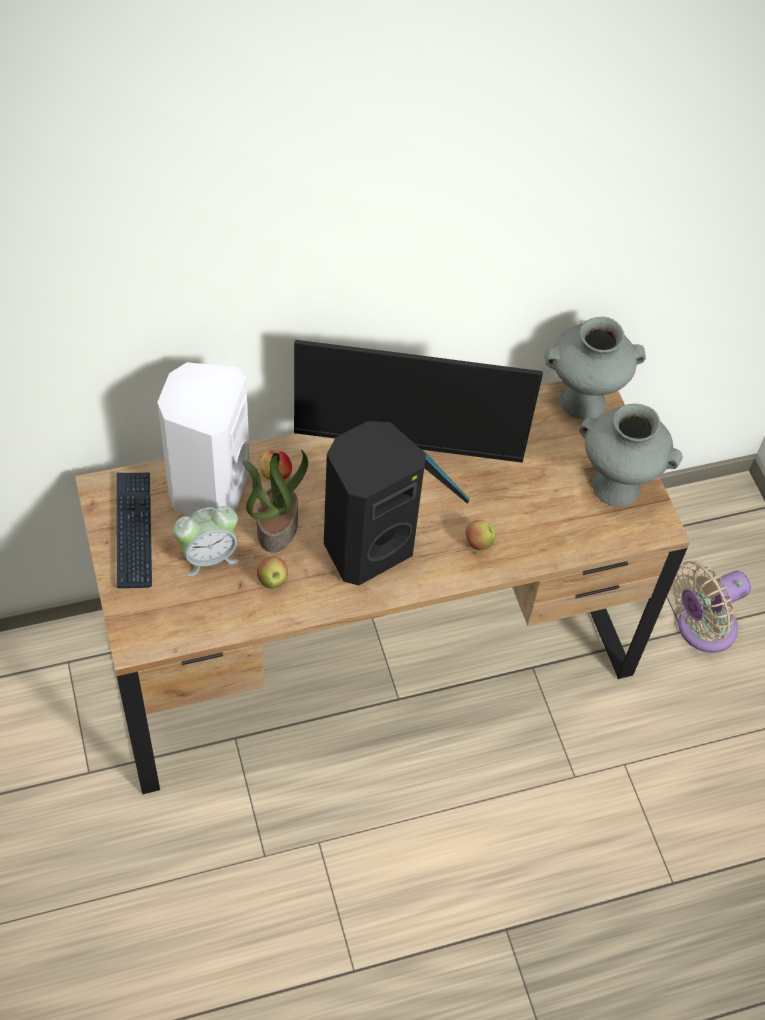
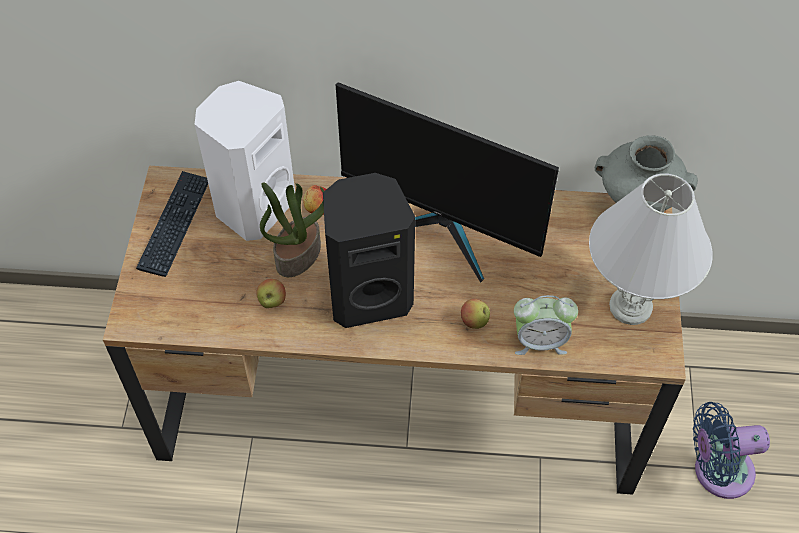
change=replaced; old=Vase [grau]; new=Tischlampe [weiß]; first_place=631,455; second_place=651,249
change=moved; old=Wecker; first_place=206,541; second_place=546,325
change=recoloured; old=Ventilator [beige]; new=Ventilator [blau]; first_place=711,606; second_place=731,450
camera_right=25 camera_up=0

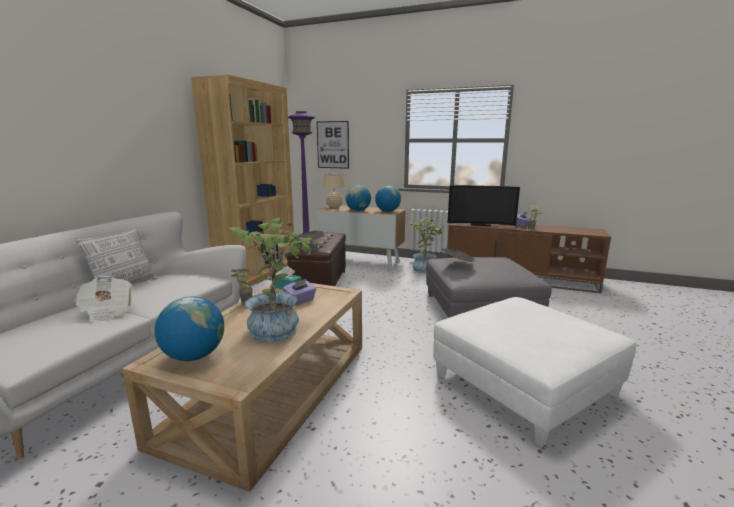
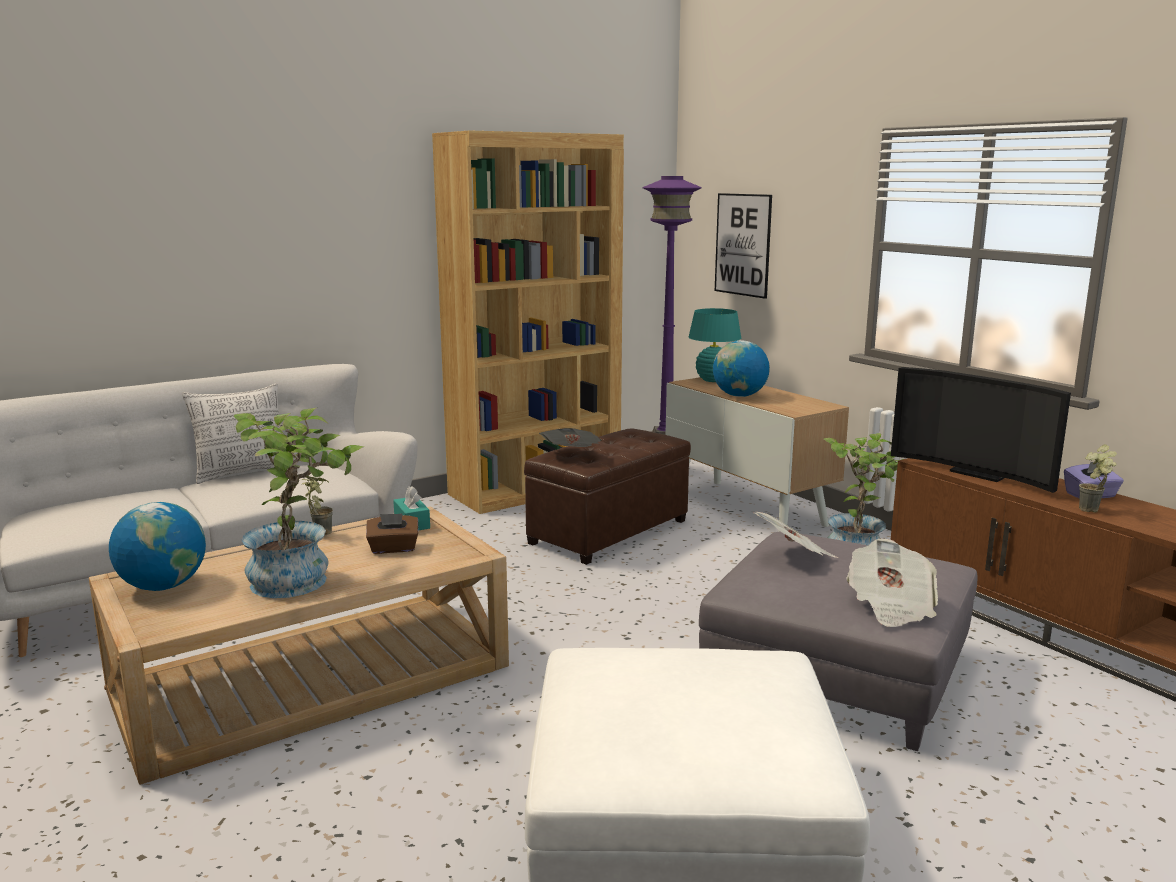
change=recoloured; old=Tischlampe [beige]; new=Tischlampe [türkis]; first_place=334,191; second_place=715,345
change=removed; old=Globus; first_place=388,199
change=moved; old=Zeitung; first_place=103,299; second_place=892,583
change=recoloured; old=Taschentuchbox [lila]; new=Taschentuchbox [braun]; first_place=299,292; second_place=392,533
camera_right=35 camera_up=0

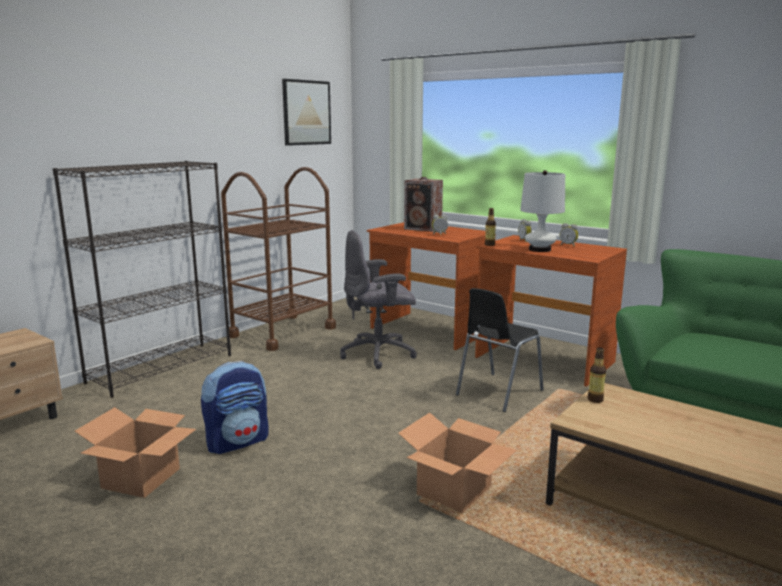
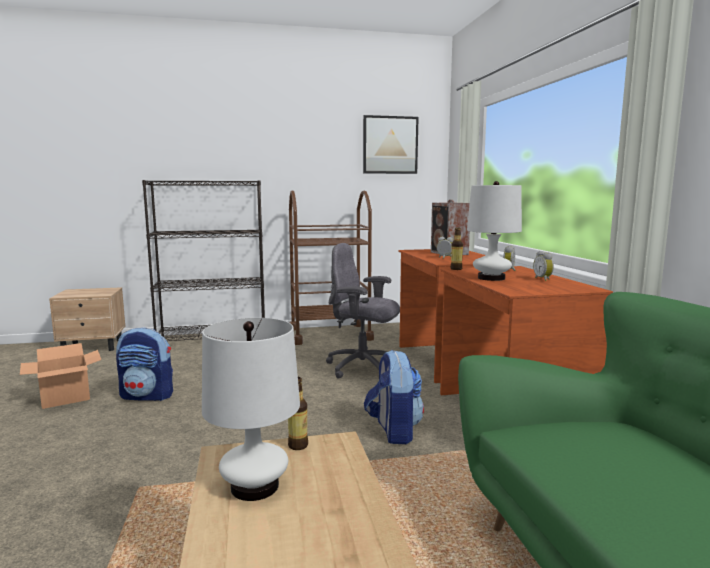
change=replaced; old=Stuhl [schwarz]; new=Rucksack; first_place=500,350; second_place=394,397
change=removed; old=Karton; first_place=457,462
change=added; new=Tischlampe [weiß]; second_place=251,409
camera_right=40 camera_up=-5

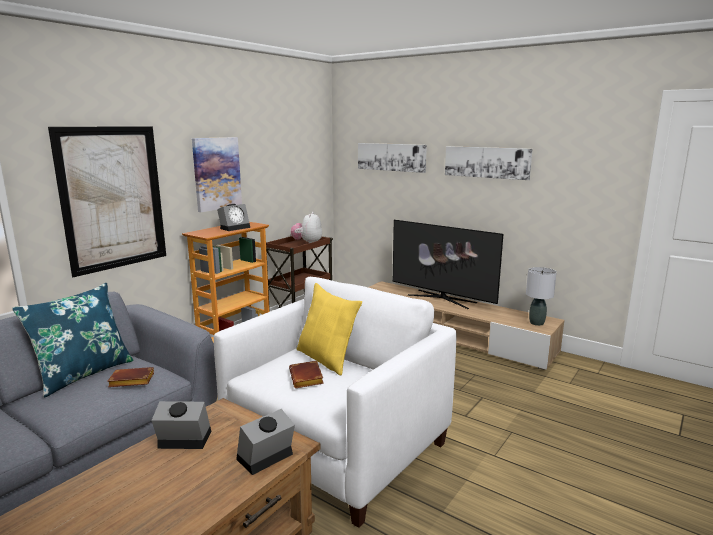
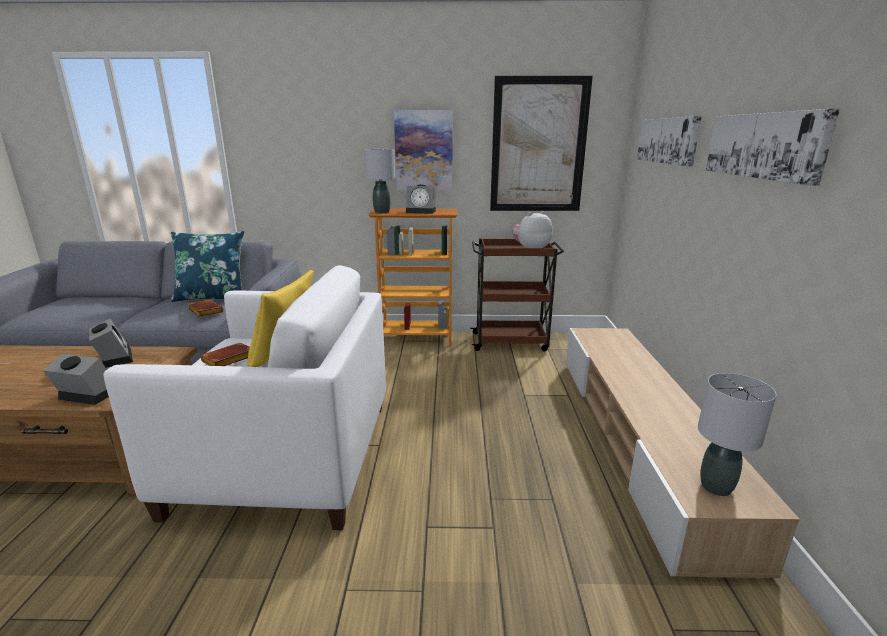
change=moved; old=Bild; first_place=107,201; second_place=541,143
change=removed; old=Fernseher; first_place=448,264
change=added; new=Tischlampe [grau]; second_place=379,181
camera_right=55 camera_up=5

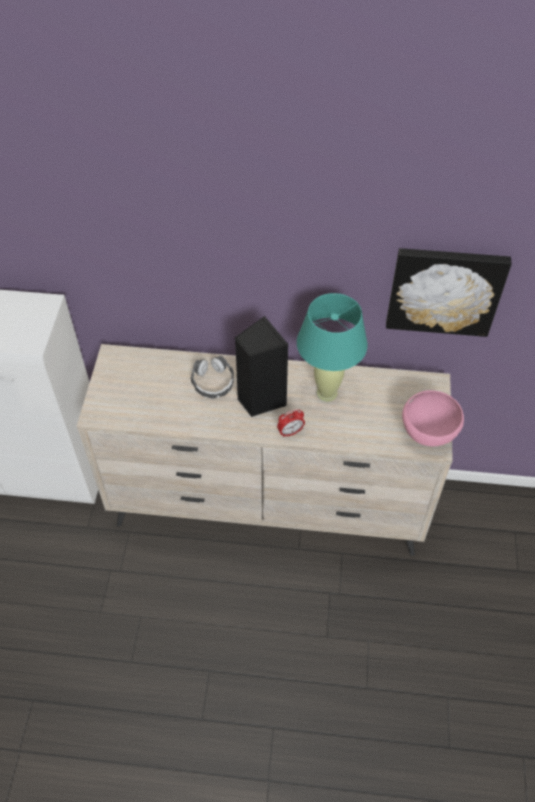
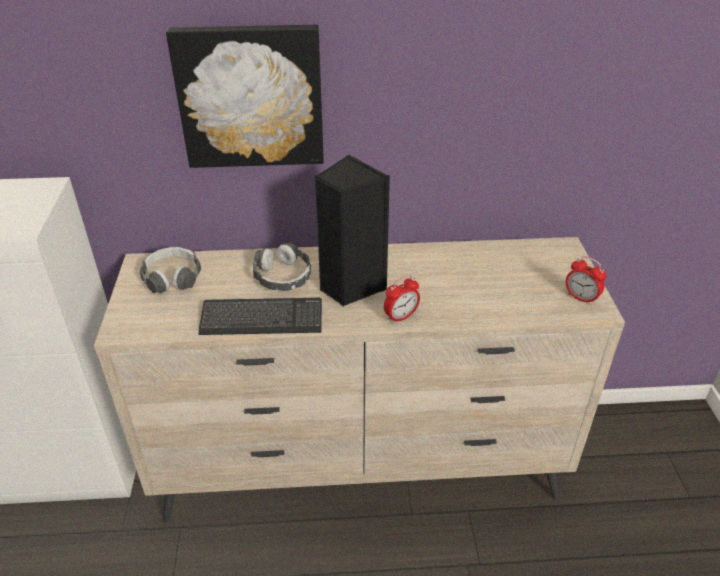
change=moved; old=Bild; first_place=449,292; second_place=245,96
change=removed; old=Tischlampe [türkis]; first_place=332,347
change=replaced; old=Schüssel [rosa]; new=Wecker; first_place=433,418; second_place=586,280
change=added; new=Kopfhörer; second_place=170,270
change=added; new=Tastatur; second_place=260,316
camera_right=-10 camera_up=-15

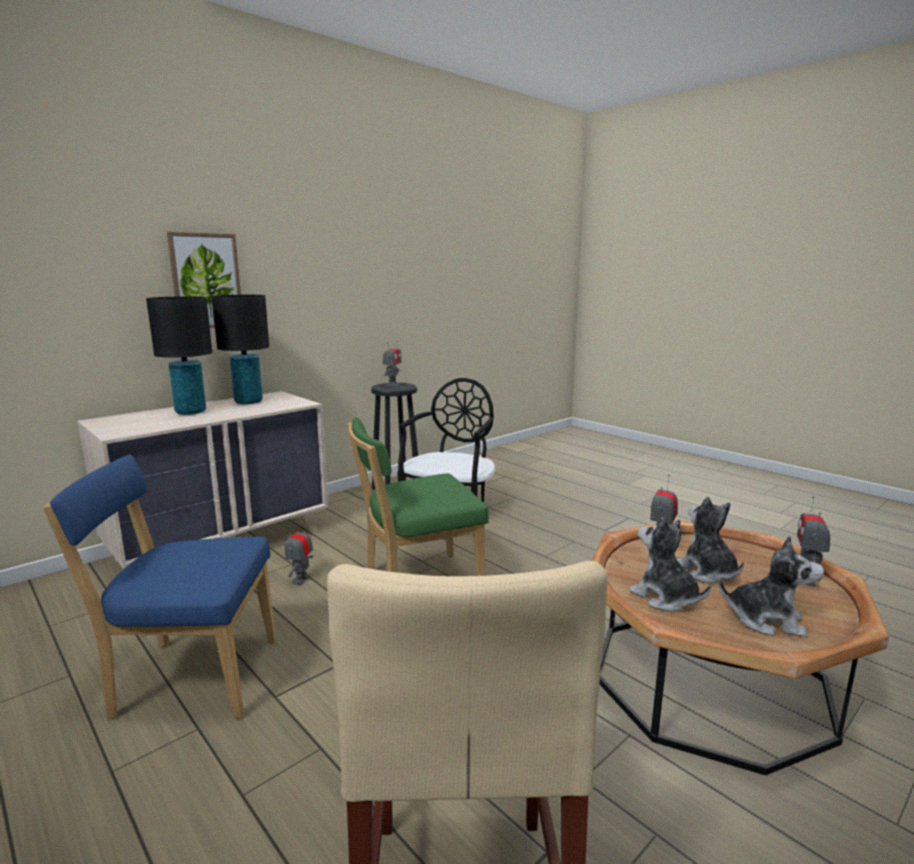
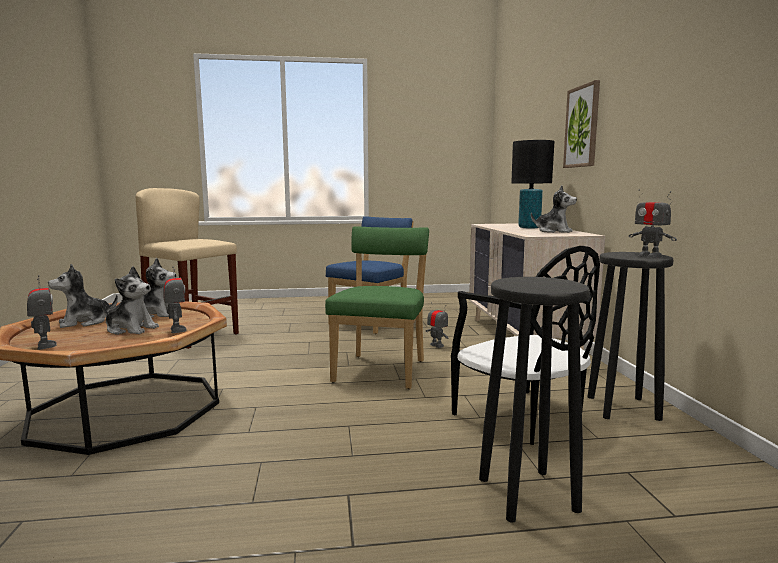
change=replaced; old=Tischlampe [schwarz]; new=Plüschtier; first_place=240,349; second_place=554,209
change=added; new=Hocker [schwarz]; second_place=534,400
camera_right=125 camera_up=-5

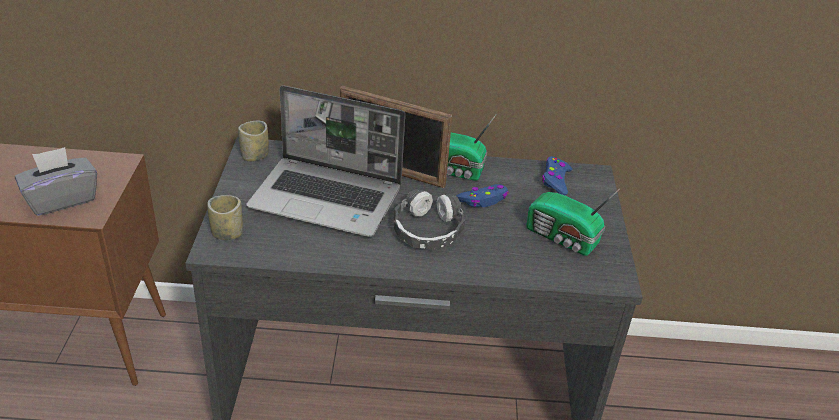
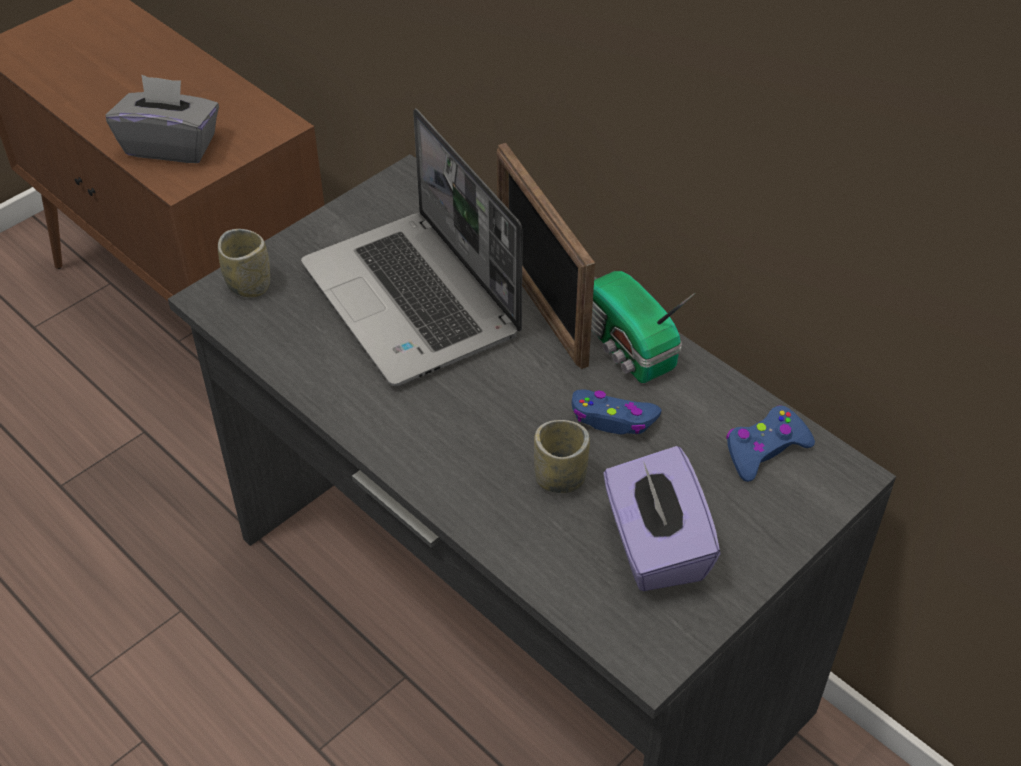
change=moved; old=Tasse; first_place=253,141; second_place=562,456
change=removed; old=Kopfhörer; first_place=429,219
change=replaced; old=Radio; new=Taschentuchbox [lila]; first_place=573,222; second_place=662,518
camera_right=45 camera_up=10

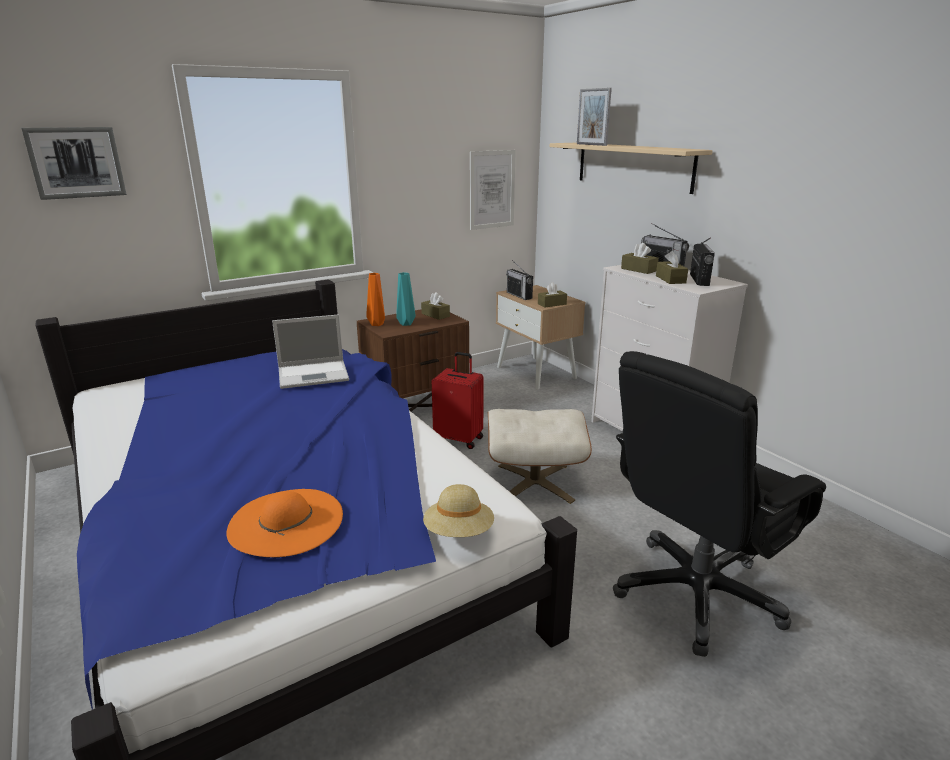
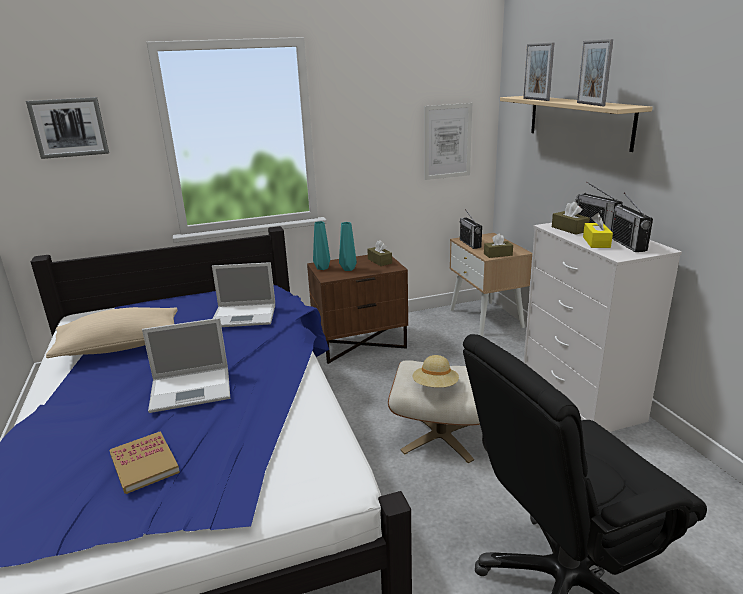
change=turned; old=Radio; first_place=702,261; second_place=632,222; degrees=150
change=recoloured; old=Taschentuchbox [braun]; new=Taschentuchbox [gelb]; first_place=672,267; second_place=598,230
change=recoloured; old=Vase [orange]; new=Vase [türkis]; first_place=375,299; second_place=321,245
change=removed; old=Koffer [rot]; first_place=458,400
change=moved; old=Hut [beige]; first_place=458,510; second_place=435,371
change=replaced; old=Hut [orange]; new=Buch; first_place=285,523; second_place=144,462
change=added; new=Bilderrahmen; second_place=595,72
change=added; new=Kissen [beige]; second_place=112,332
change=added; new=Laptop; second_place=186,365
camera_right=15 camera_up=0

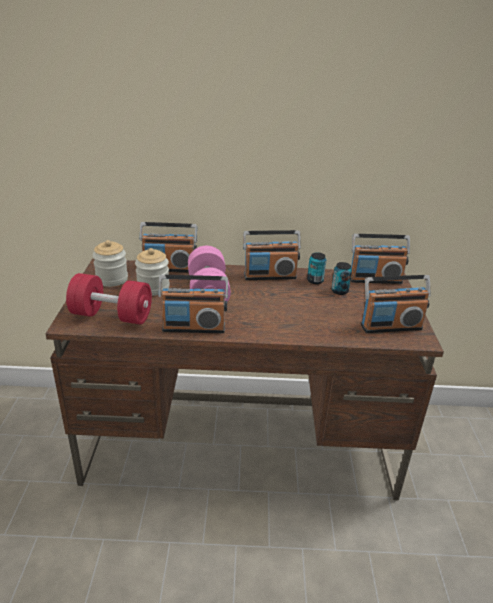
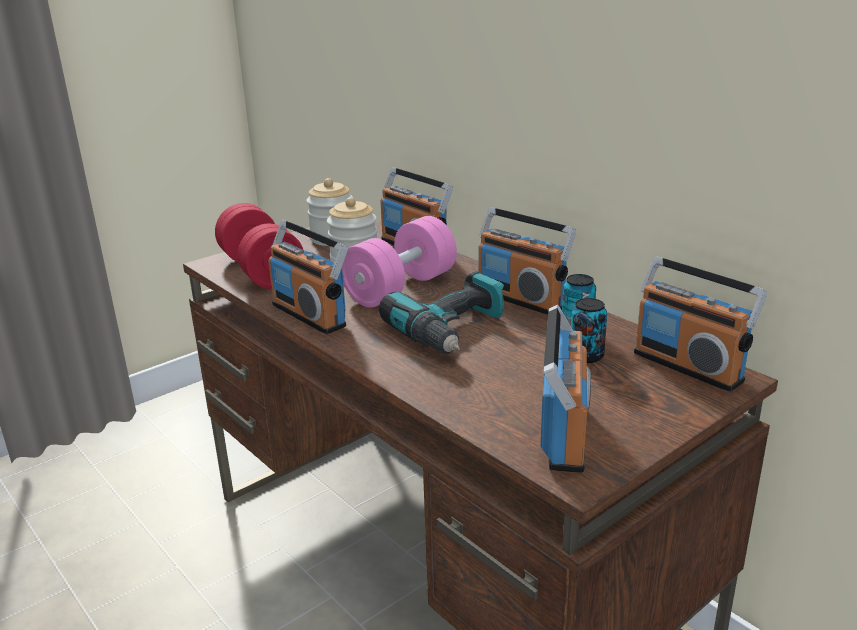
change=turned; old=Radio; first_place=396,304; second_place=566,389; degrees=-120
change=added; new=Bohrmaschine; second_place=441,312
camera_right=50 camera_up=-5

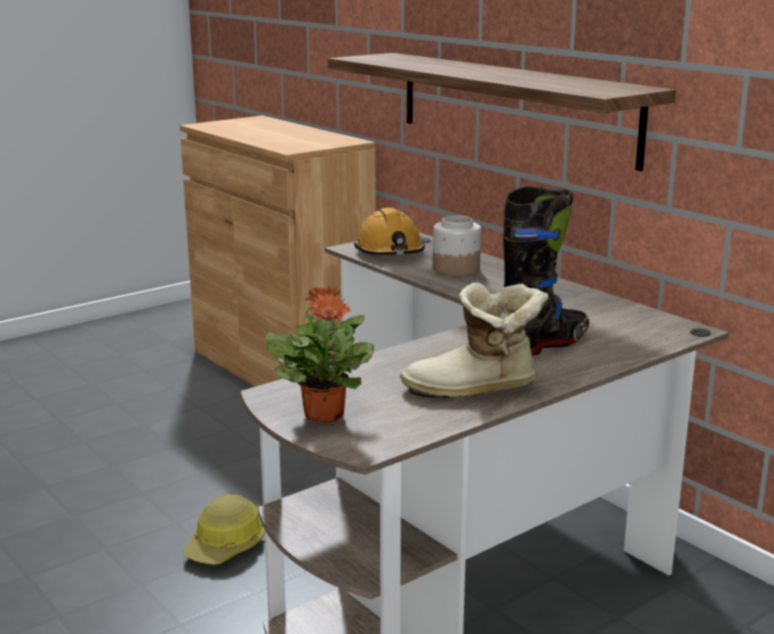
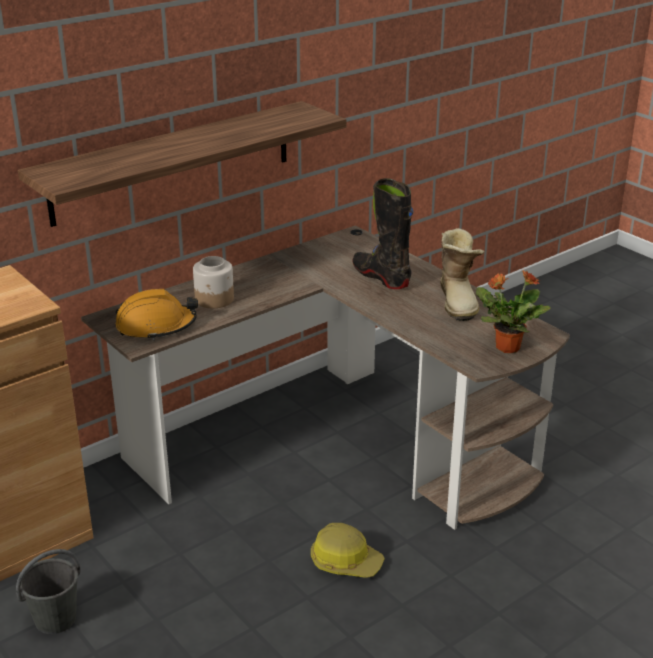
change=added; new=Eimer [grau]; second_place=48,591
camera_right=-90 camera_up=10

